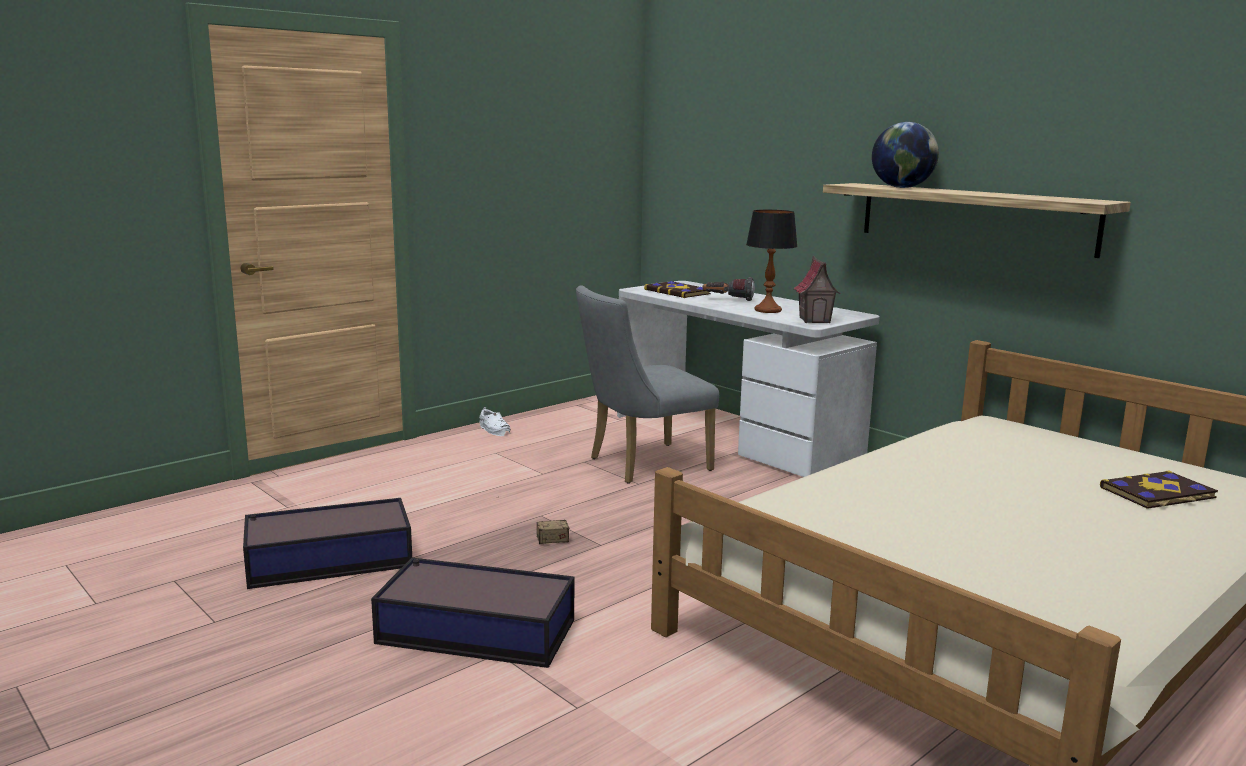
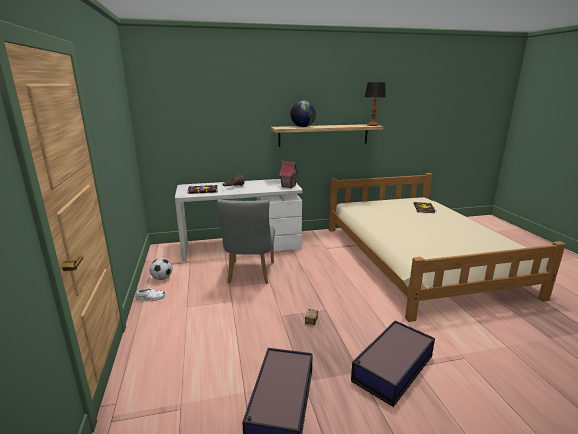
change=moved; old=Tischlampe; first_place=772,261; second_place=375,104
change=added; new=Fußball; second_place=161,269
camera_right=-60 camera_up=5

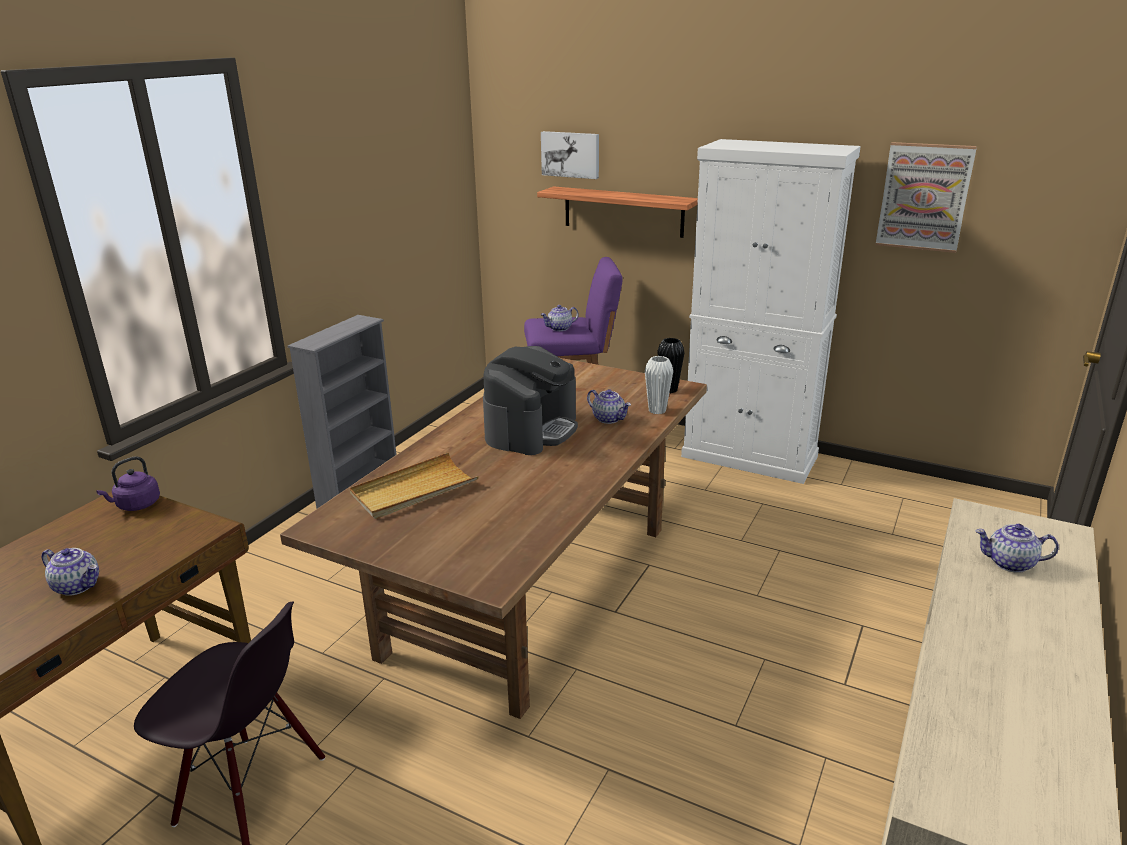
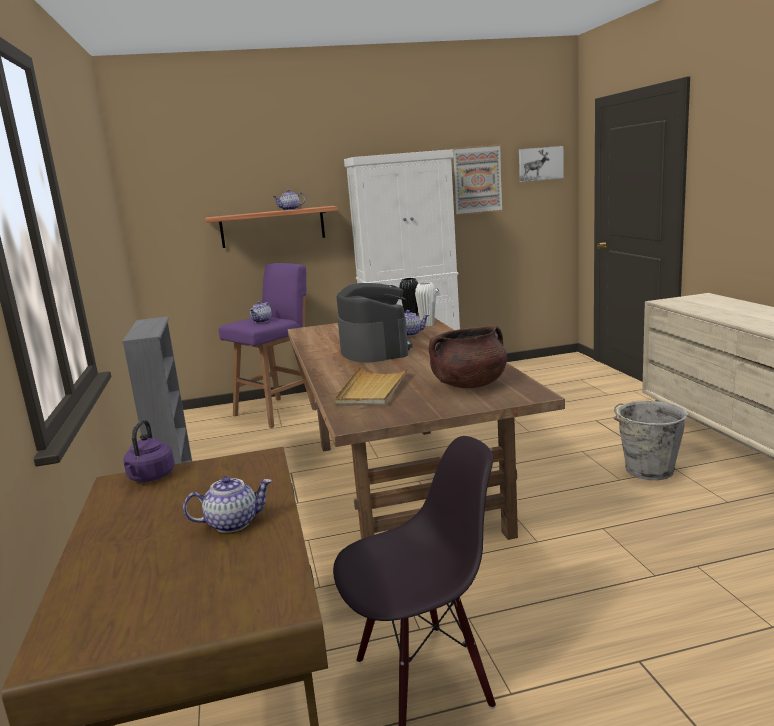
change=moved; old=Bild; first_place=570,155; second_place=541,164
change=moved; old=Teekanne; first_place=1017,548; second_place=289,200
change=added; new=Kochtopf [braun]; second_place=468,356
change=added; new=Eimer [grau]; second_place=651,440
camera_right=-40 camera_up=-10

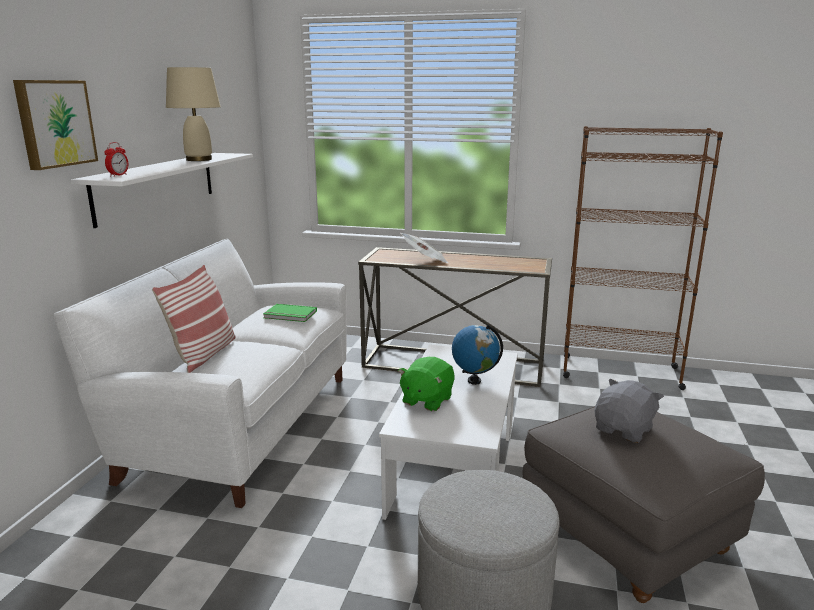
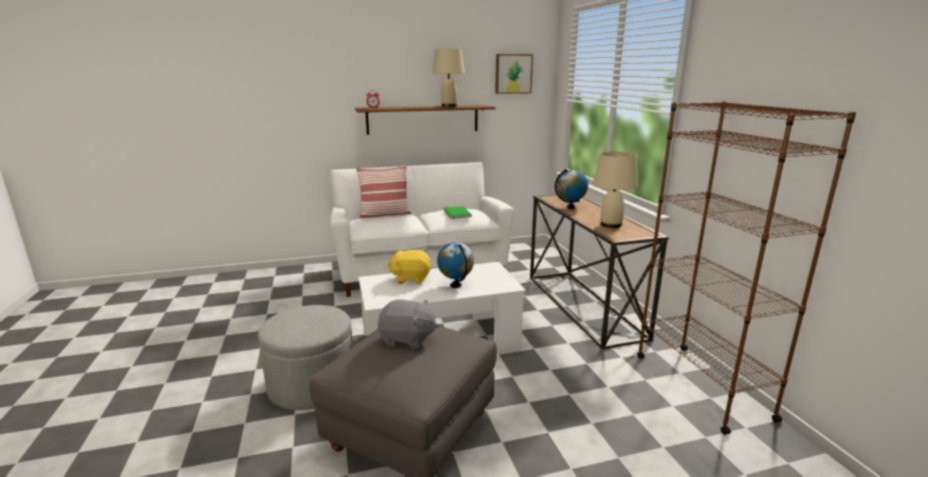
change=moved; old=Bild; first_place=55,125; second_place=514,74
change=recoloured; old=Wandregal [weiß]; new=Wandregal [braun]; first_place=162,190; second_place=425,120
change=replaced; old=Zeitung; new=Globus; first_place=424,248; second_place=571,189
change=recoloured; old=Plüschtier [grün]; new=Plüschtier [gelb]; first_place=426,384; second_place=409,266
change=added; new=Tischlampe [beige]; second_place=615,189
camera_right=60 camera_up=0

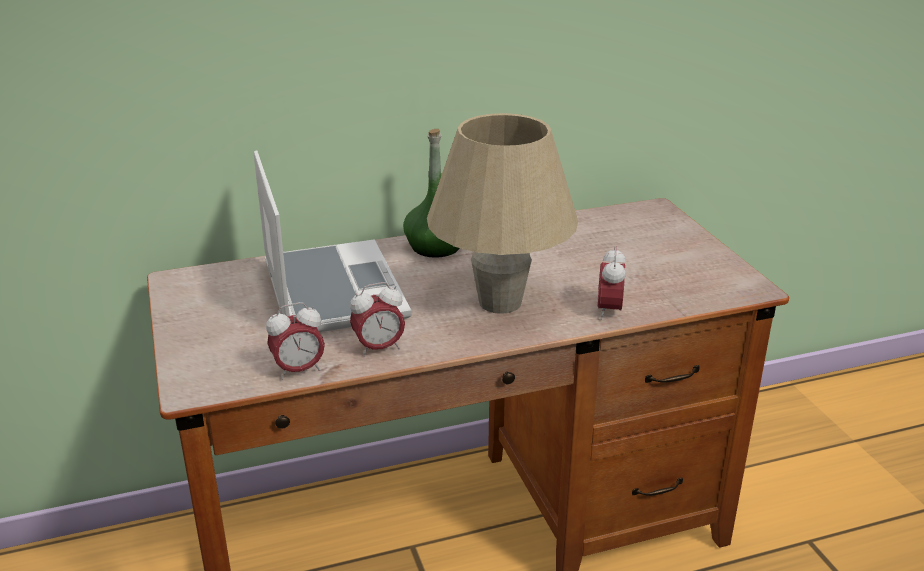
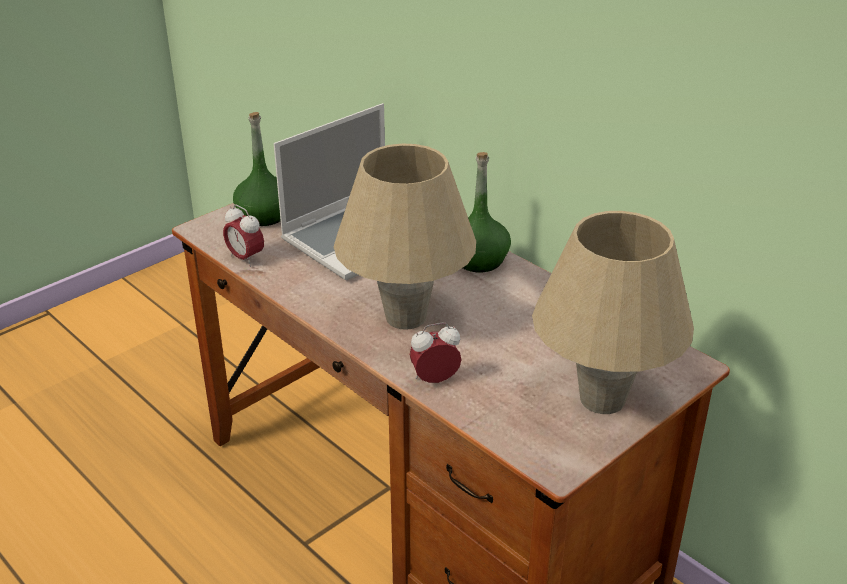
change=removed; old=Wecker; first_place=377,319
change=added; new=Flasche [grün]; second_place=257,169
change=added; new=Tischlampe [beige]; second_place=613,312
camera_right=65 camera_up=5

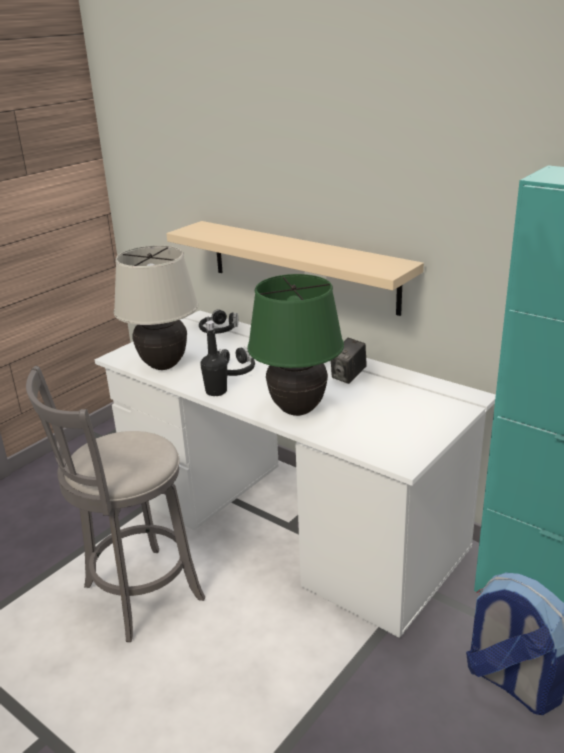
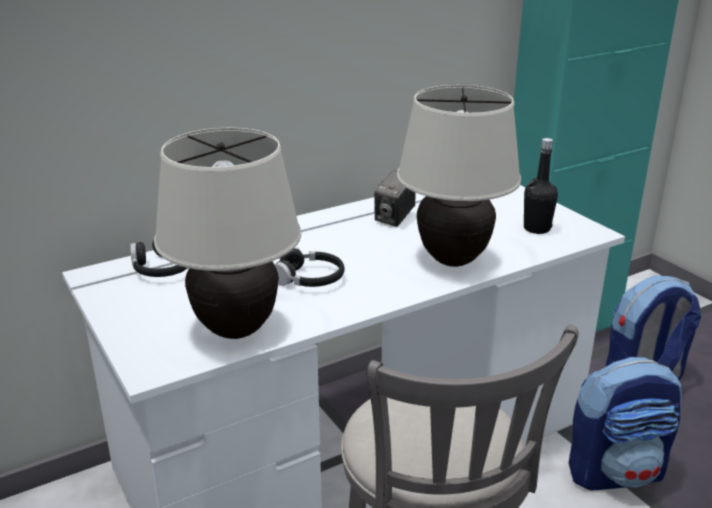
change=removed; old=Wandregal [beige]; first_place=295,268
change=recoloured; old=Tischlampe [grün]; new=Tischlampe [beige]; first_place=295,345; second_place=459,176
change=moved; old=Flasche [schwarz]; first_place=214,358; second_place=541,186
change=turned; old=Kamera; first_place=349,361; second_place=394,198; degrees=60
change=added; new=Rucksack; second_place=625,423
camera_right=-70 camera_up=0

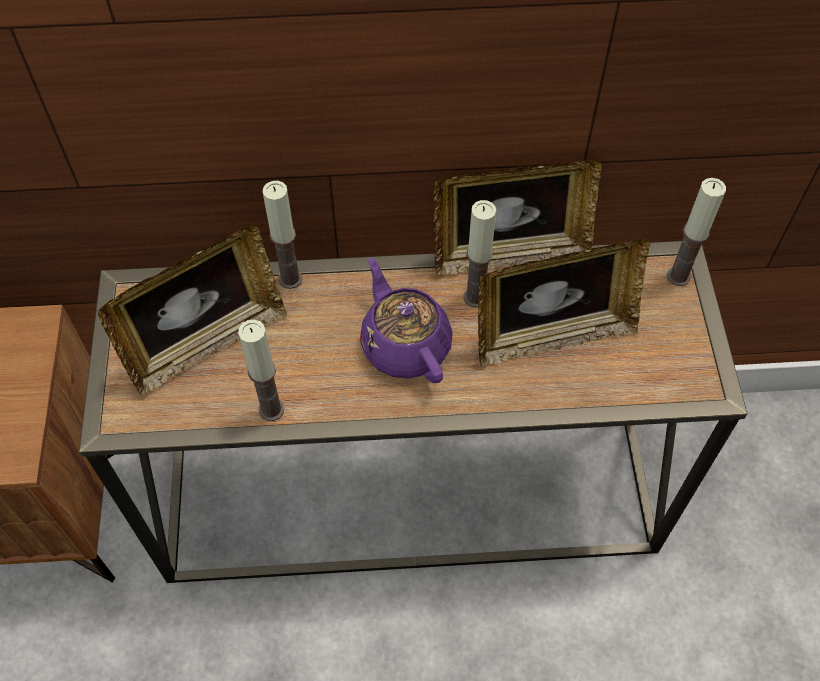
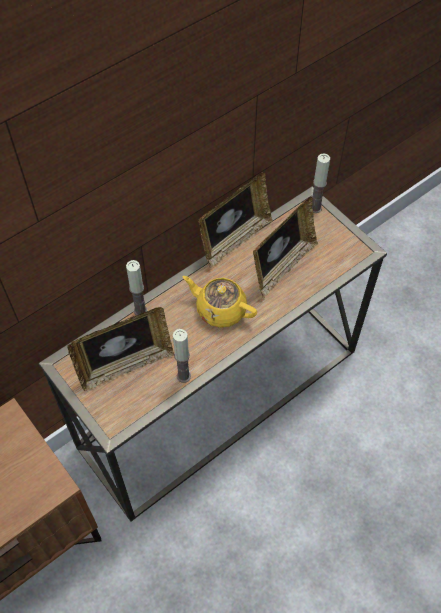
change=removed; old=Kerze; first_place=479,253
change=turned; old=Bilderrahmen; first_place=192,310; second_place=120,349; degrees=45
change=recoloured; old=Teekanne [lila]; new=Teekanne [gelb]; first_place=406,320; second_place=219,302
camera_right=-35 camera_up=0

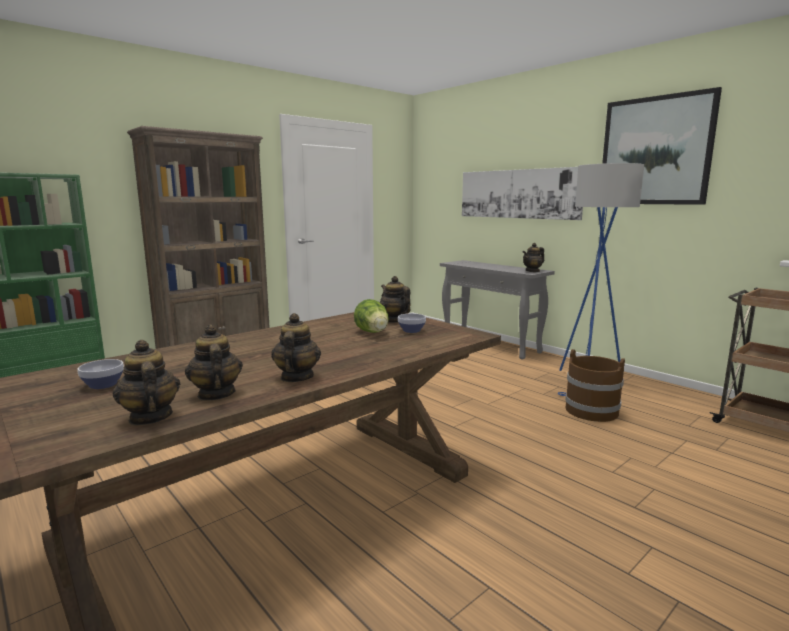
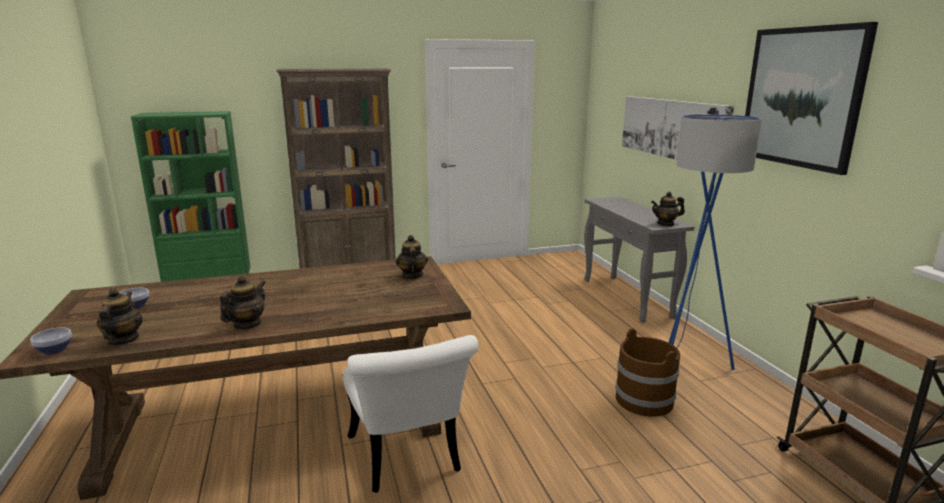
change=removed; old=Salatkopf; first_place=371,316
change=moved; old=Schüssel; first_place=412,323; second_place=51,341
change=removed; old=Teekanne; first_place=214,362
change=added; new=Stuhl [weiß]; second_place=410,414
camera_right=25 camera_up=5

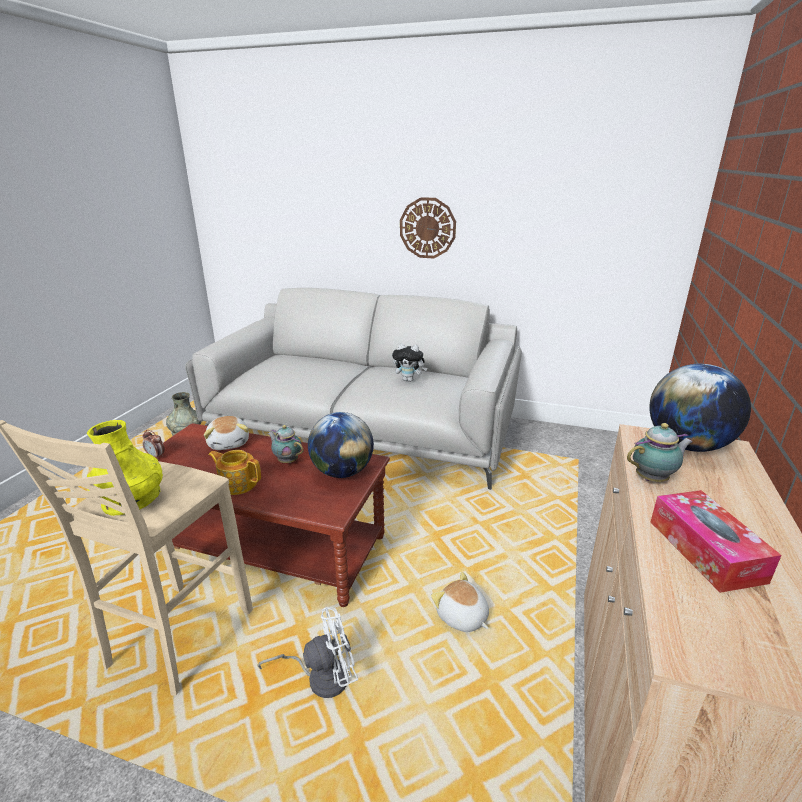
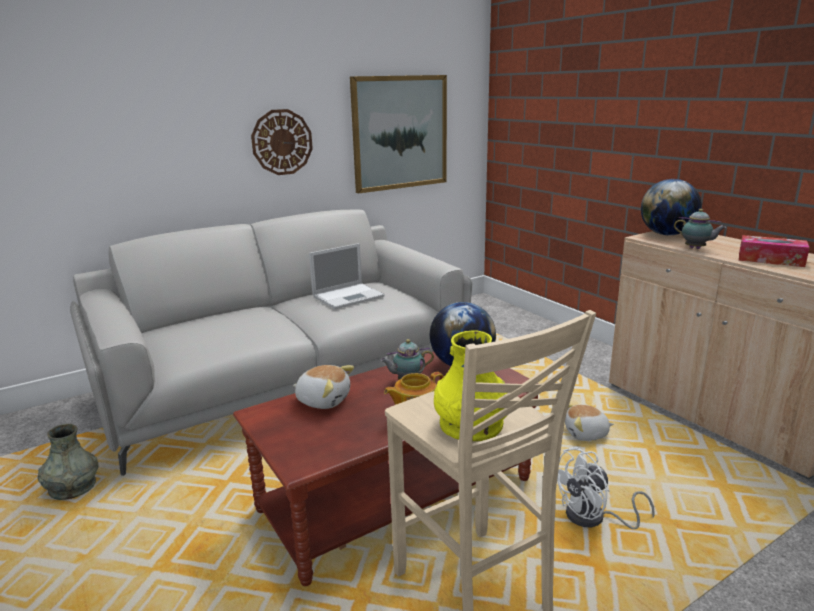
change=replaced; old=Plüschtier; new=Laptop; first_place=409,362; second_place=347,276
change=turned; old=Teekanne; first_place=660,452; second_place=700,229; degrees=105
change=removed; old=Wecker; first_place=153,445
change=turned; old=Ventilator [weiß]; first_place=307,652; second_place=606,488; degrees=-135
change=added; new=Bild; second_place=398,134
camera_right=-50 camera_up=-5

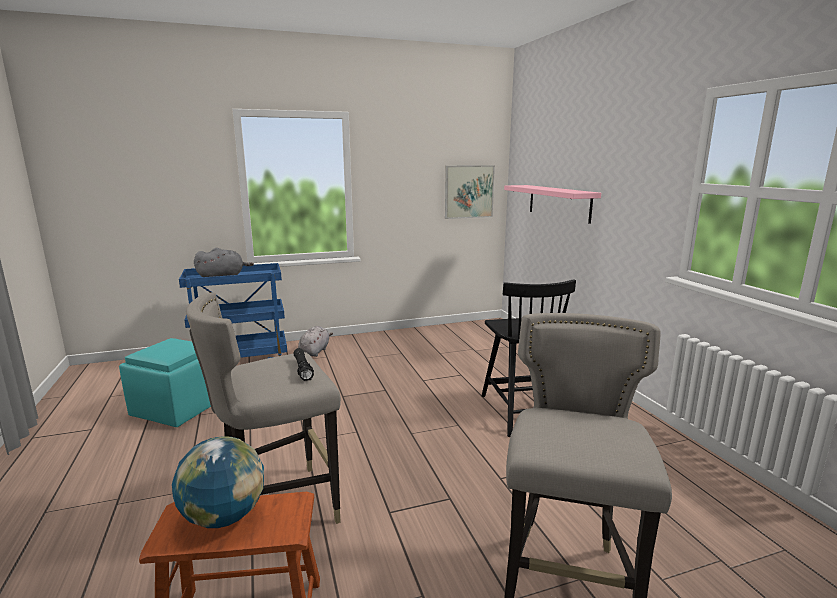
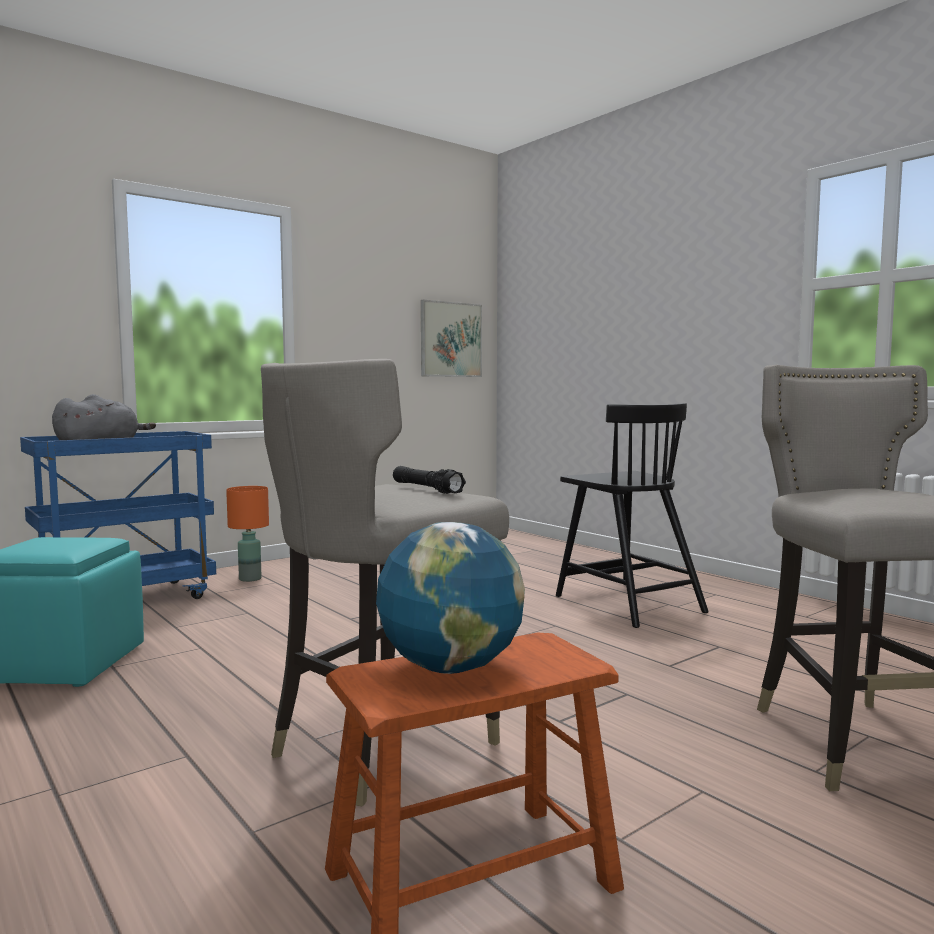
change=removed; old=Wandregal [rosa]; first_place=552,204
change=replaced; old=Plüschtier [grau]; new=Tischlampe [orange]; first_place=315,341; second_place=247,534
camera_right=-20 camera_up=-10

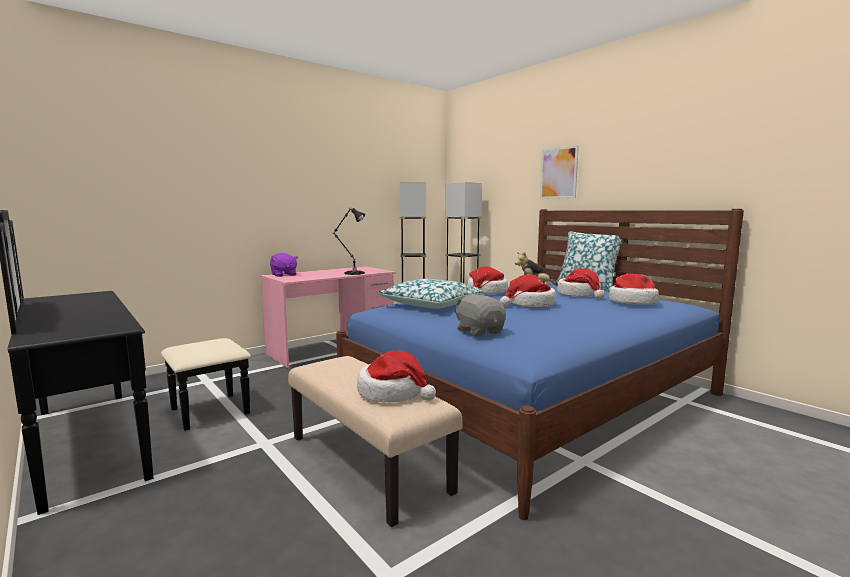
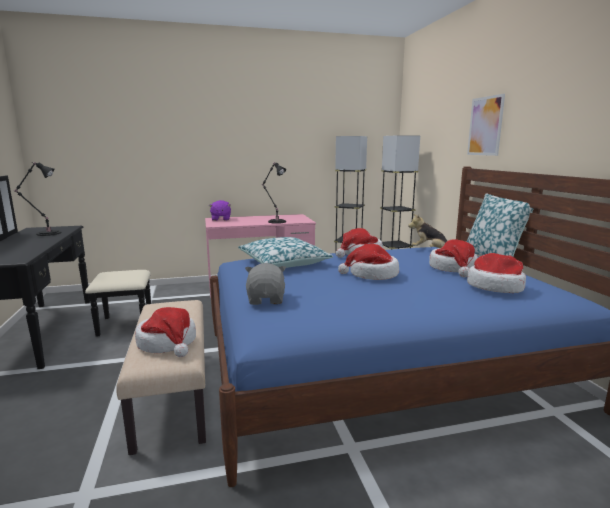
change=added; new=Tischlampe [schwarz]; second_place=38,199
camera_right=25 camera_up=5

